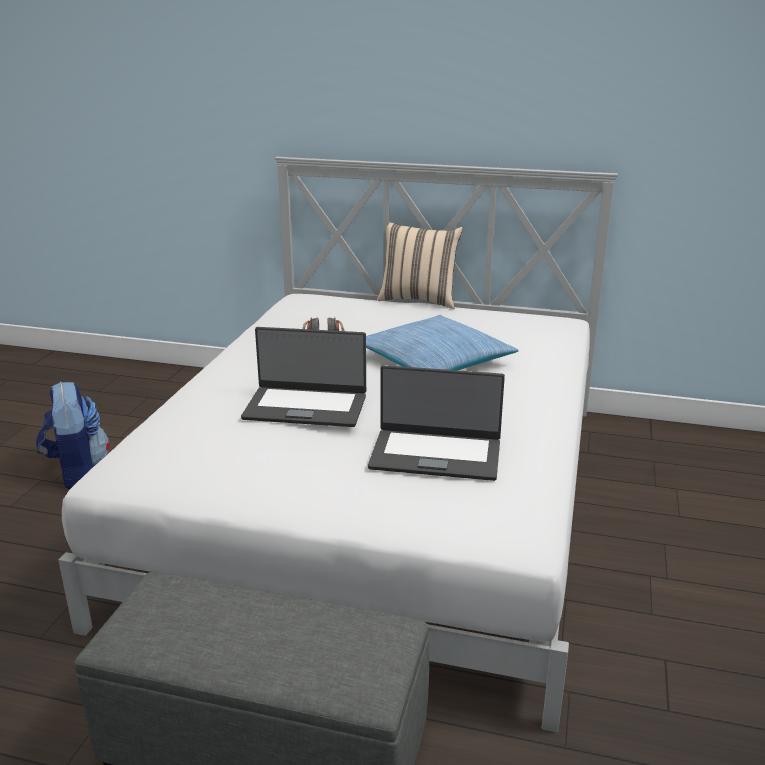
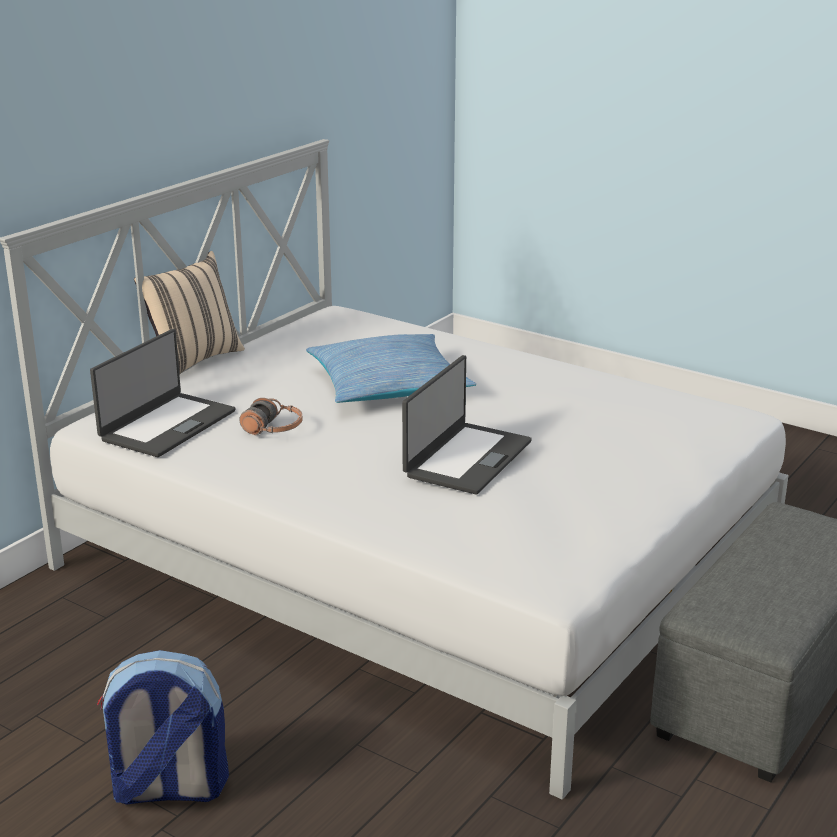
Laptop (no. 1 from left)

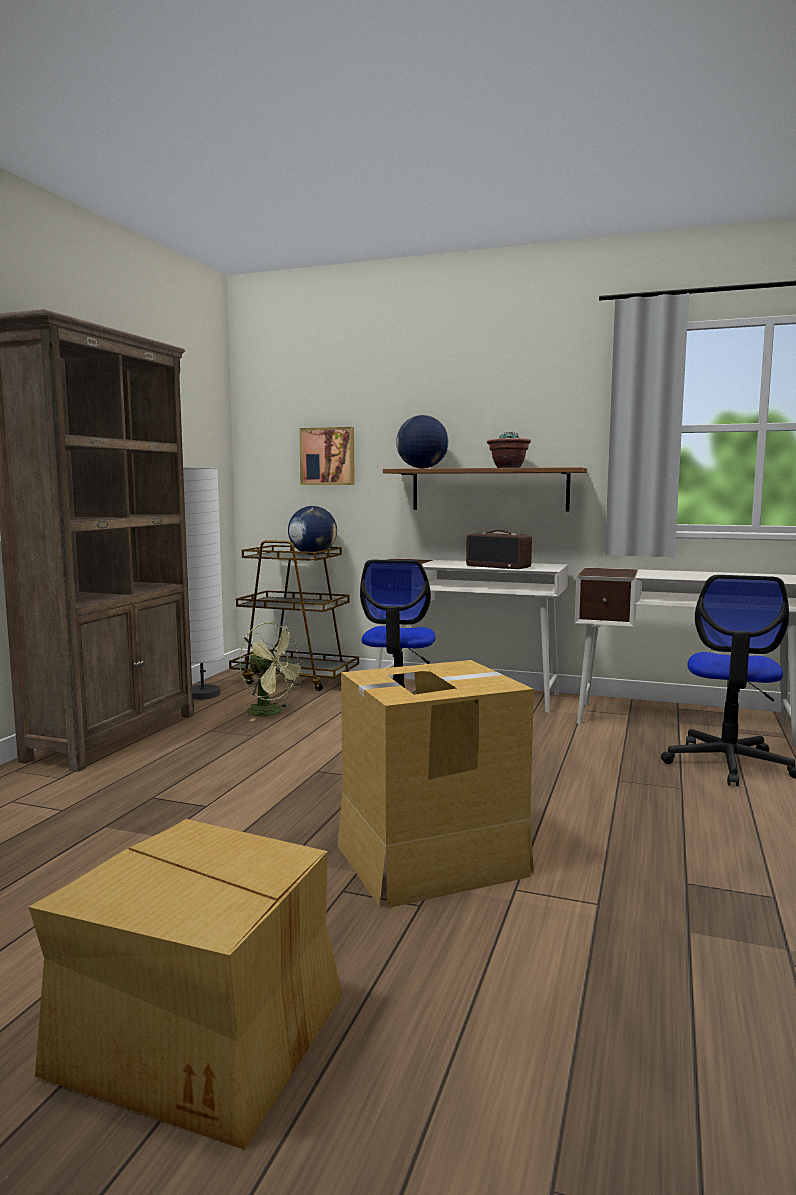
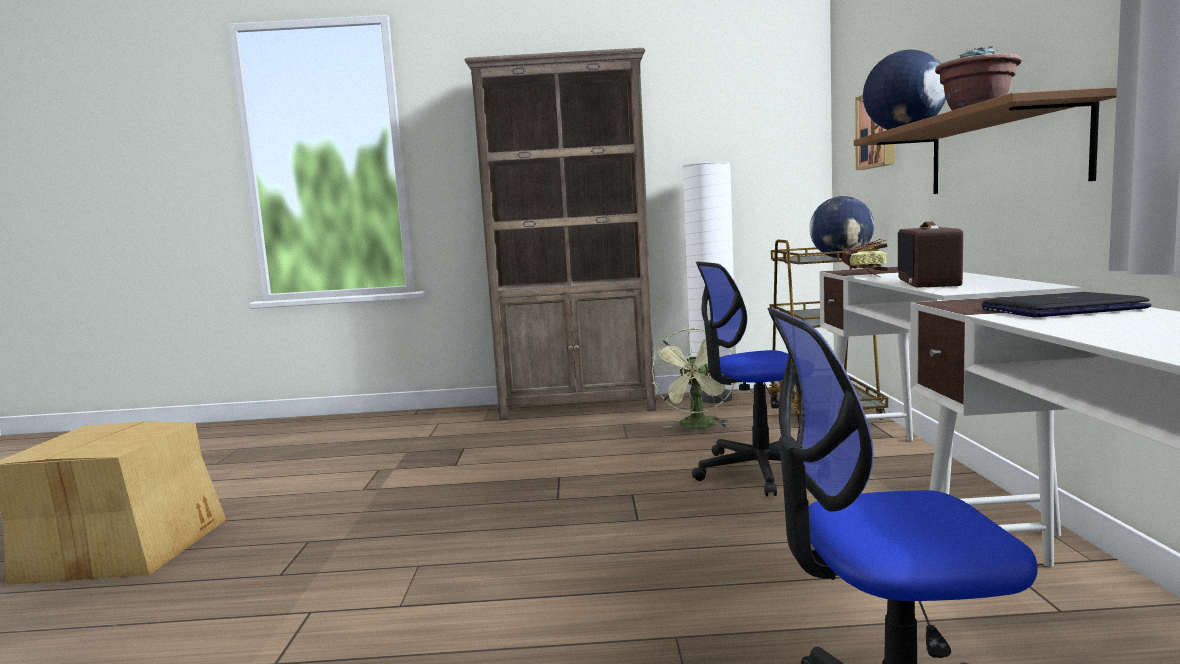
Book
Laptop
CardboardBox (no. 2 from left in the first image)

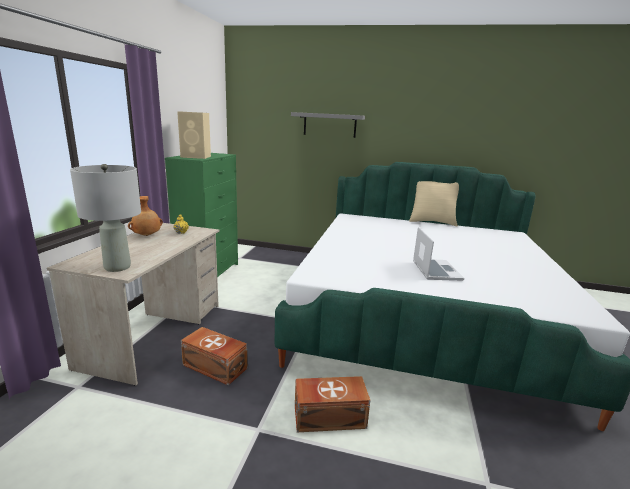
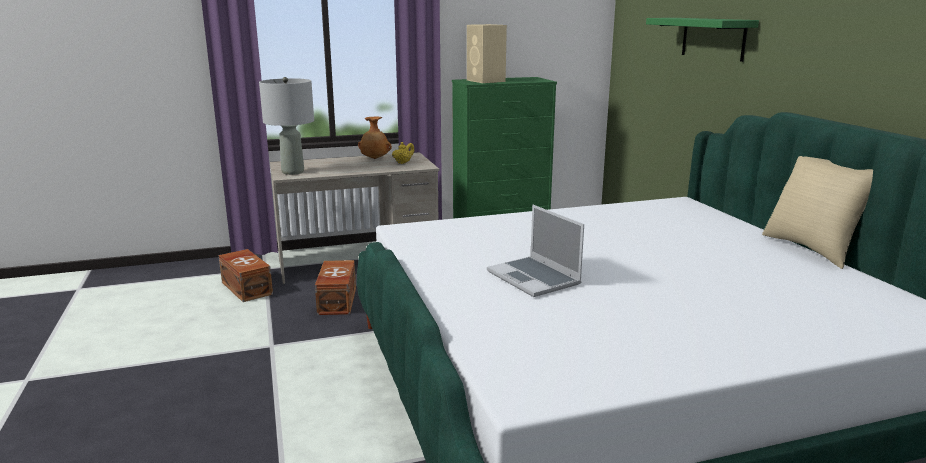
BrownStorageBox (no. 1 from left)
Laptop
GreenShelf

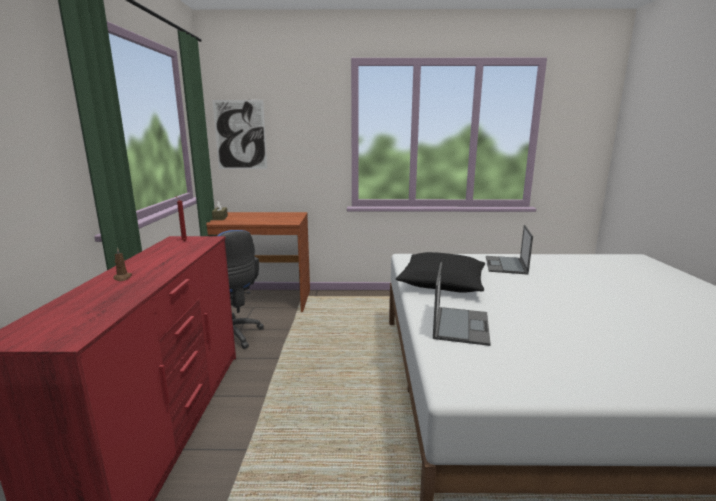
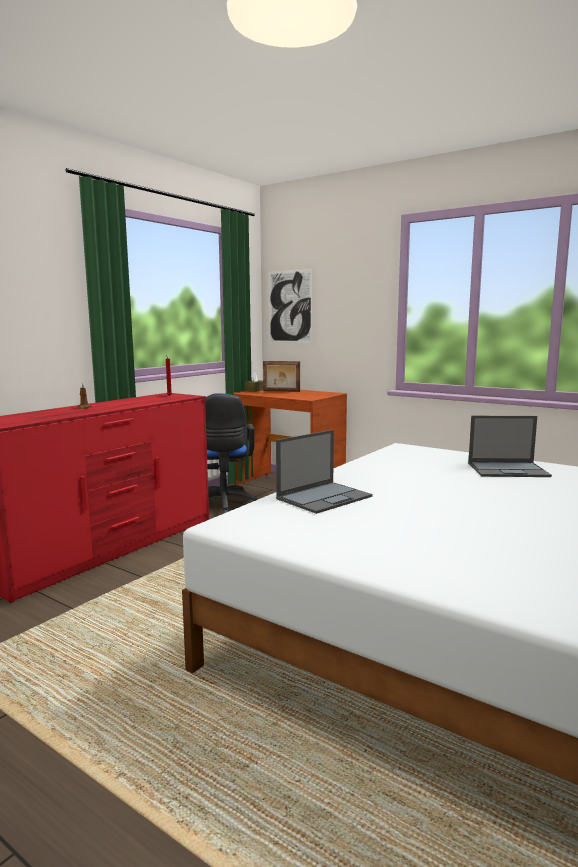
PictureFrame
Laptop (no. 2 from left)
BlackPillow

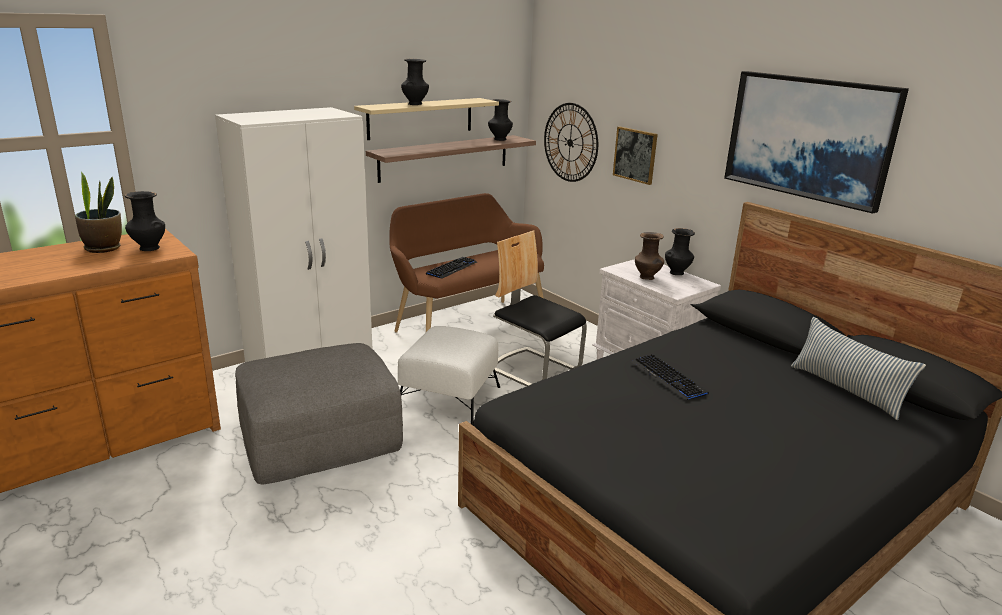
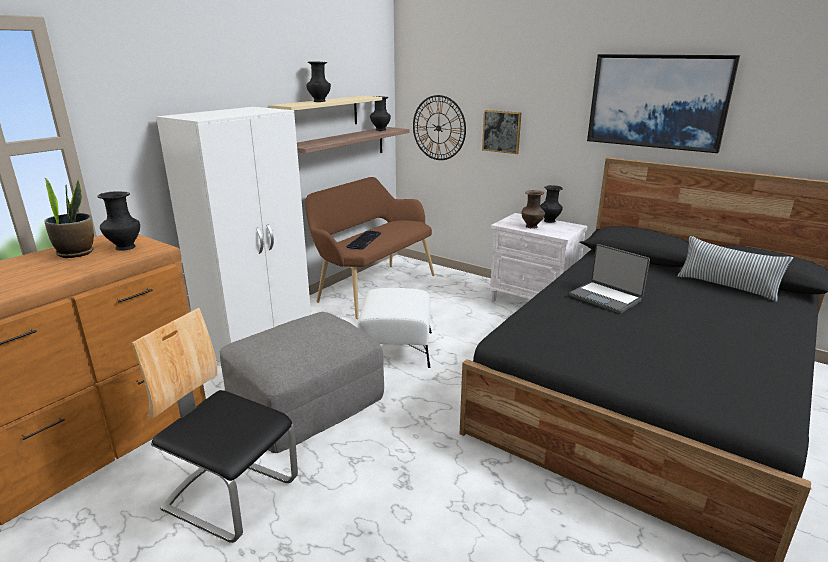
Chair
Laptop

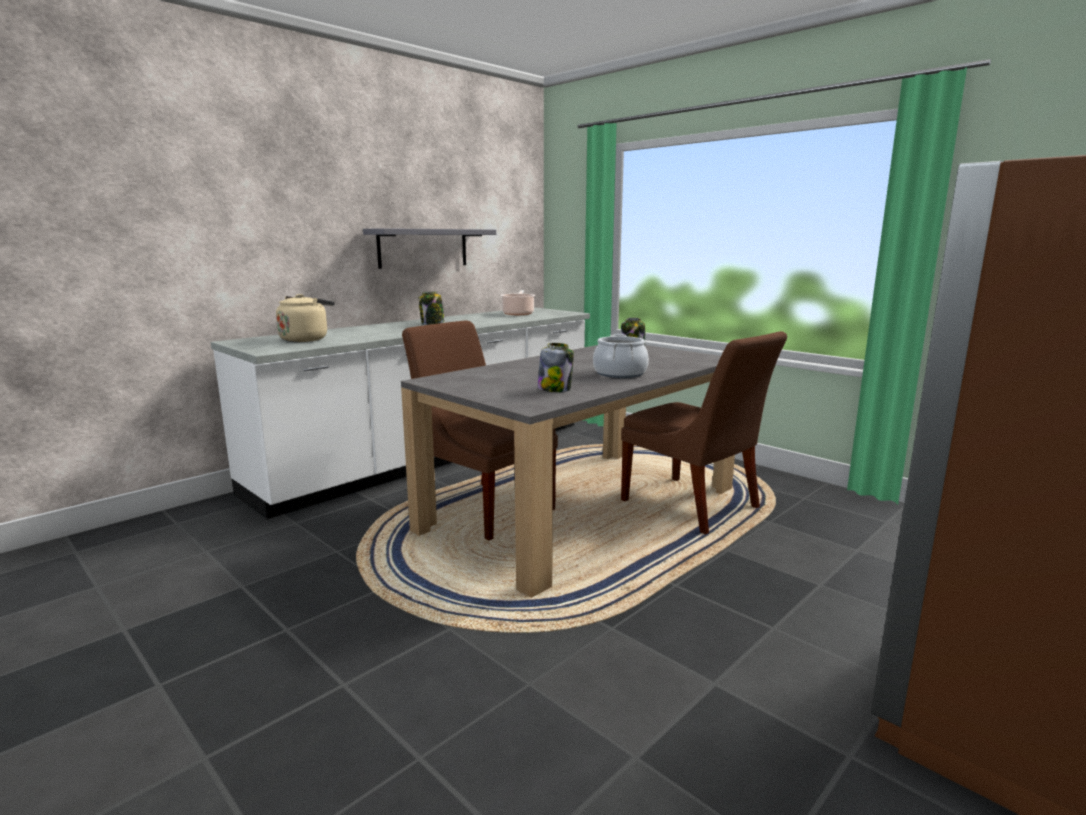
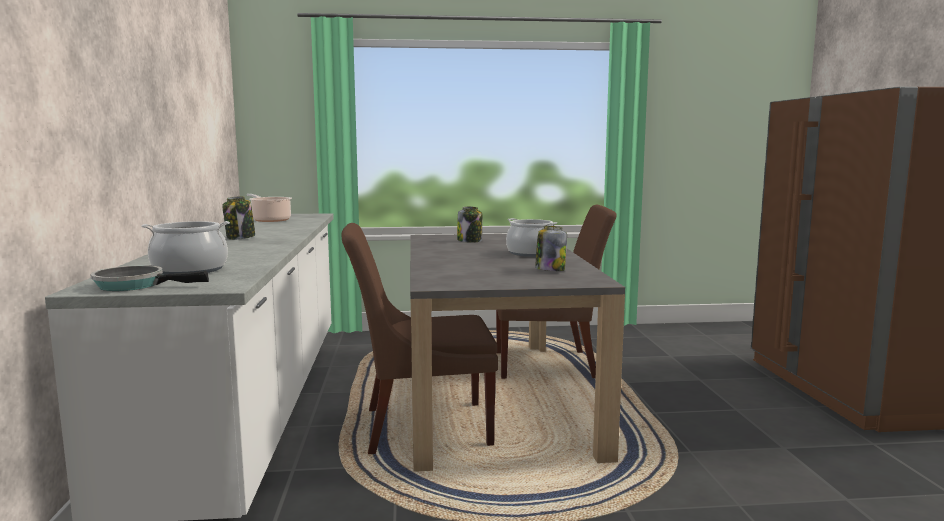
FryingPan
CookingPot (no. 1 from left)
GreyShelf

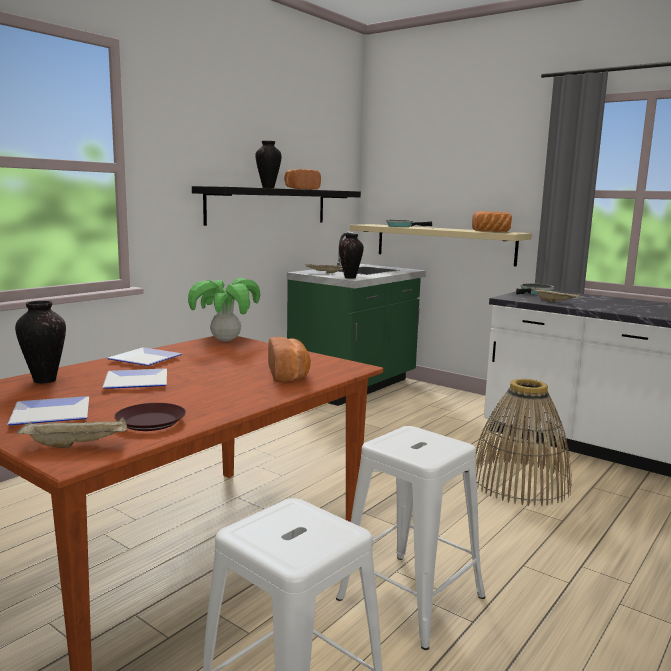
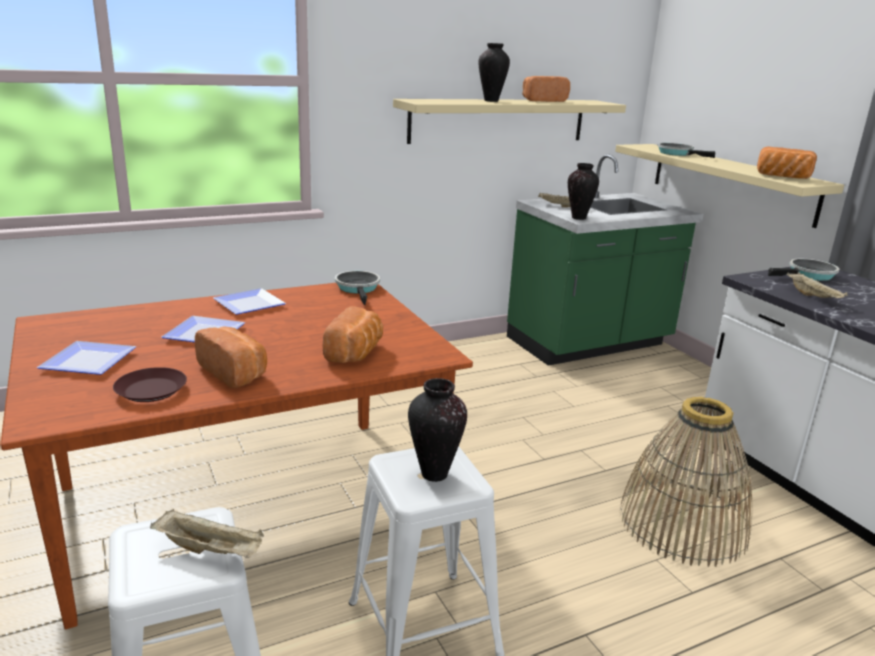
BeigeTray (no. 1 from left)
Bread (no. 1 from left)
FryingPan (no. 1 from left)
BeigeShelf (no. 1 from left)
Vase (no. 1 from left)

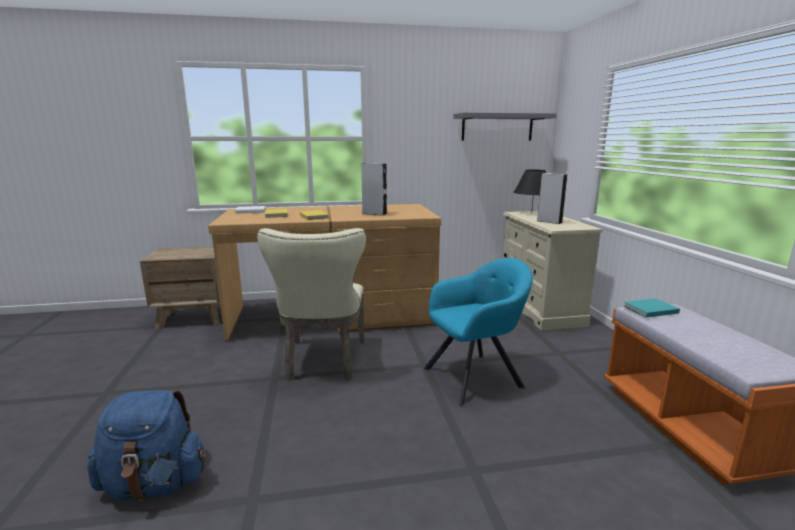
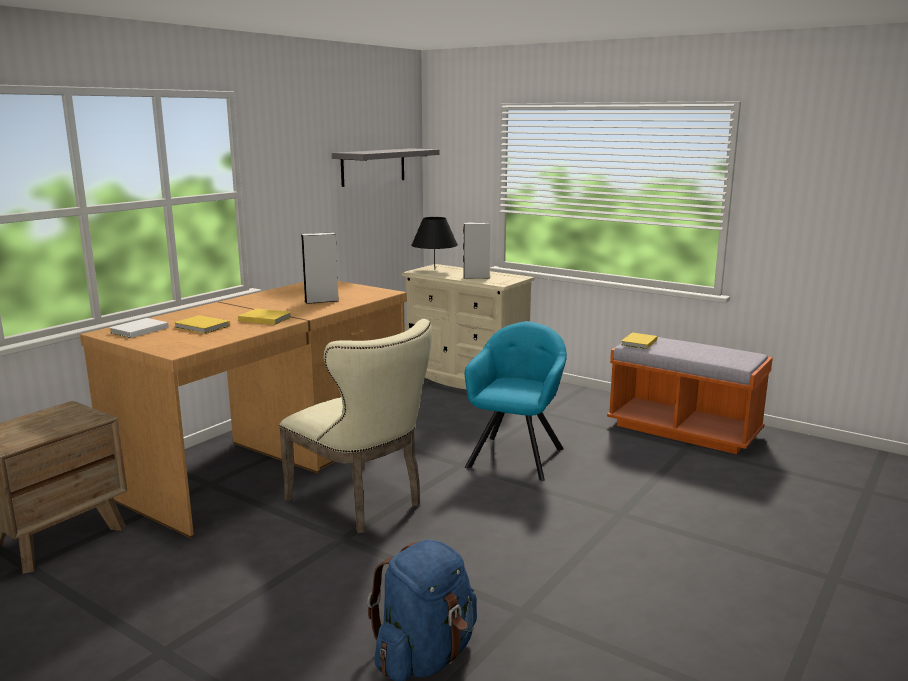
YellowBook (no. 3 from left)

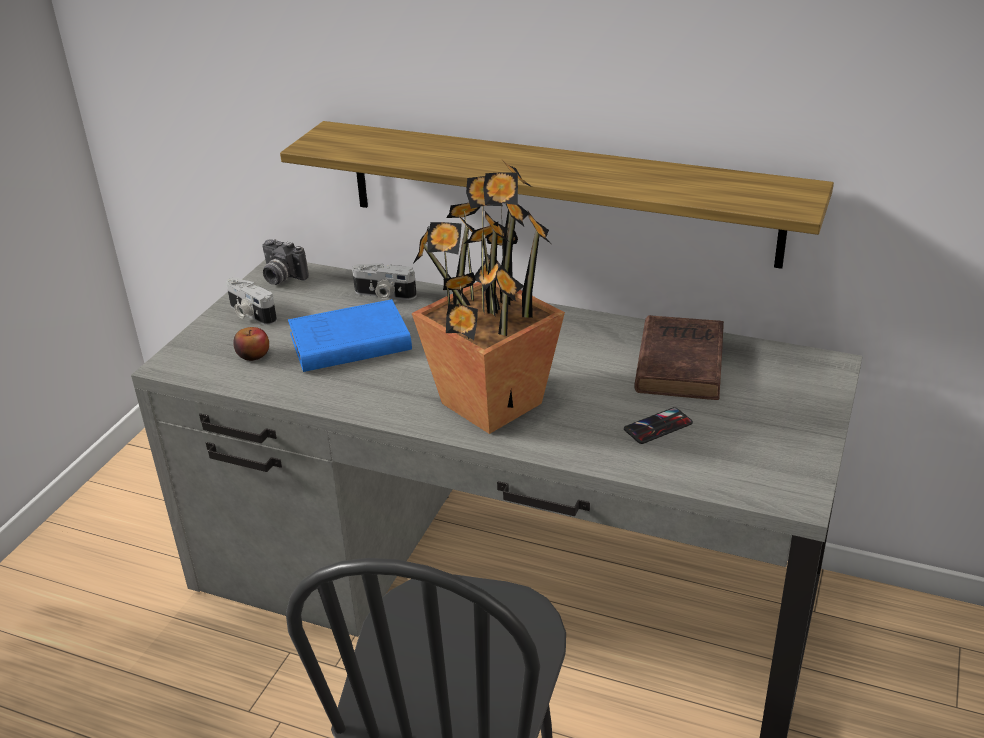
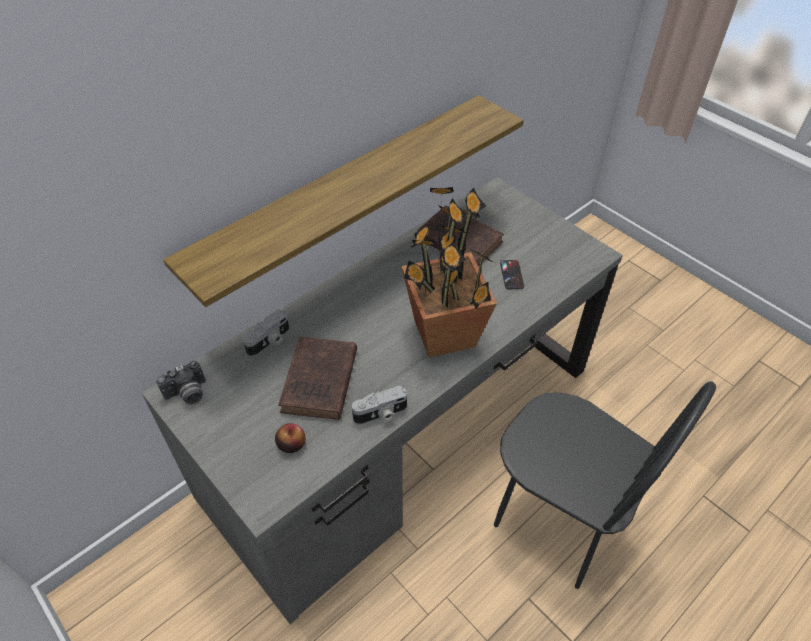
BrownBook (no. 1 from left)
PhotoCamera (no. 3 from left)

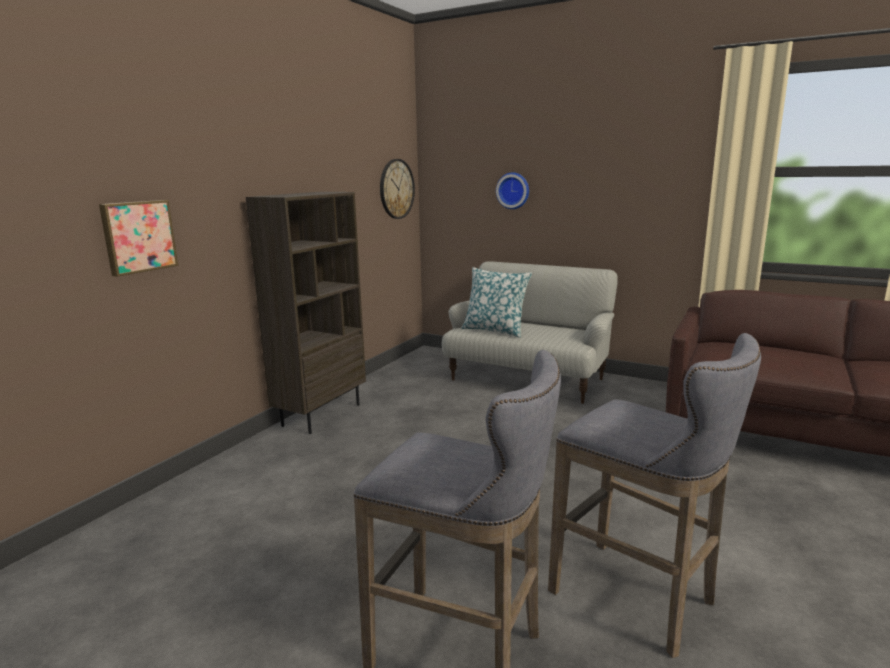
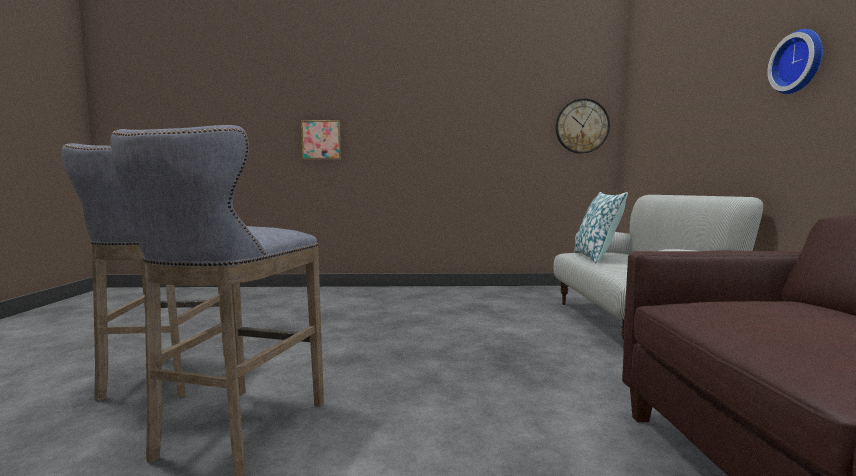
WallClock (no. 2 from left)
BrownBookcase

